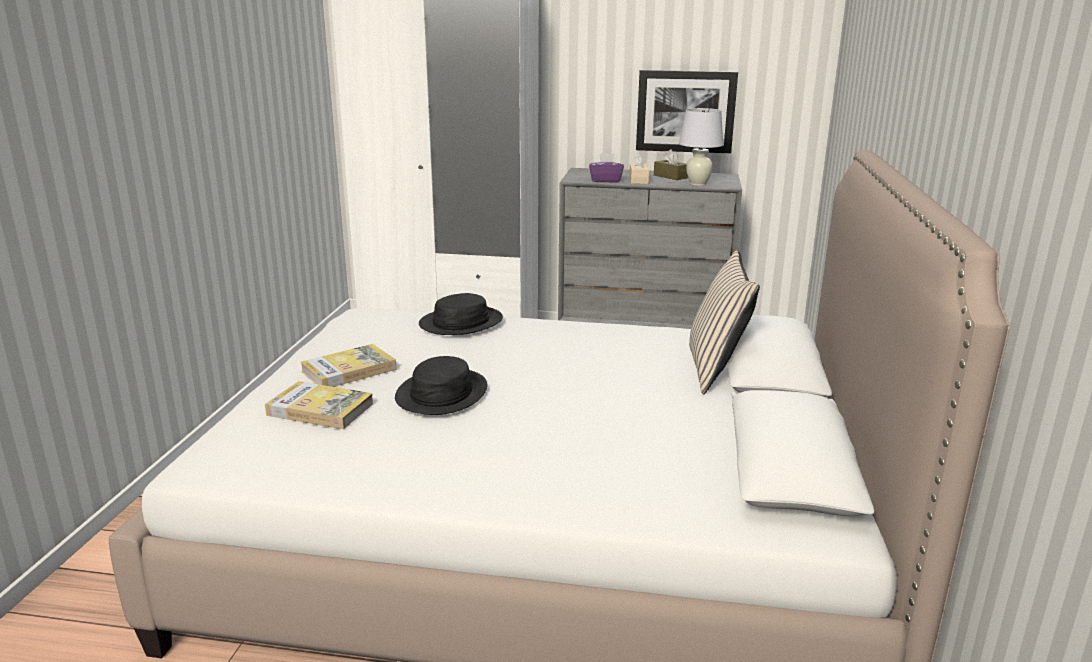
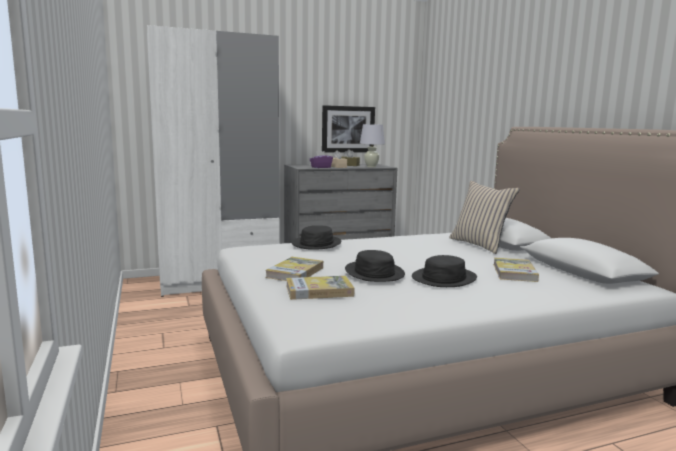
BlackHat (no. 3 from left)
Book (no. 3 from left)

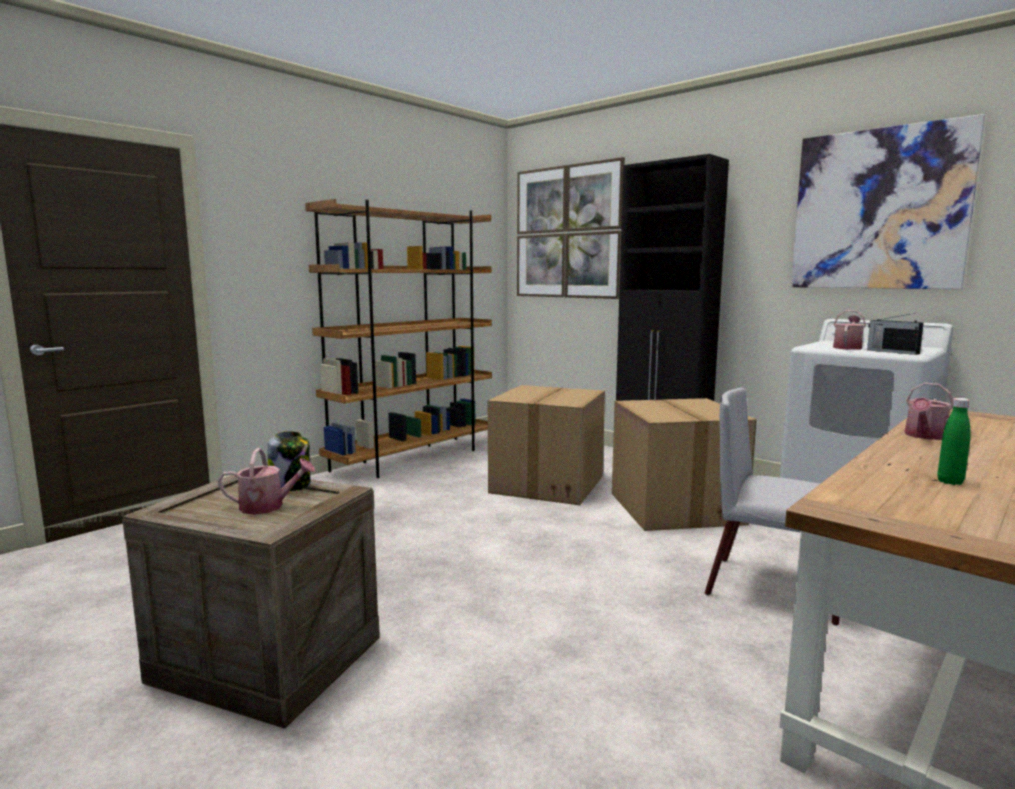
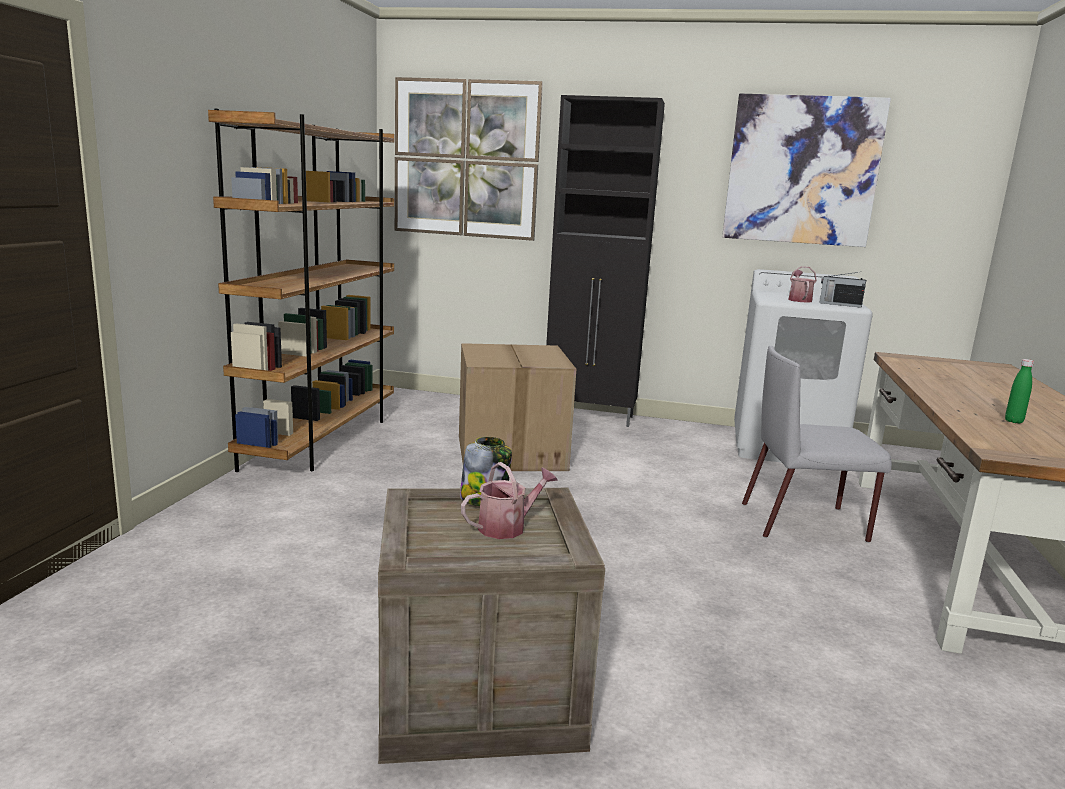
CardboardBox (no. 2 from left in the first image)
WateringCan (no. 3 from left in the first image)

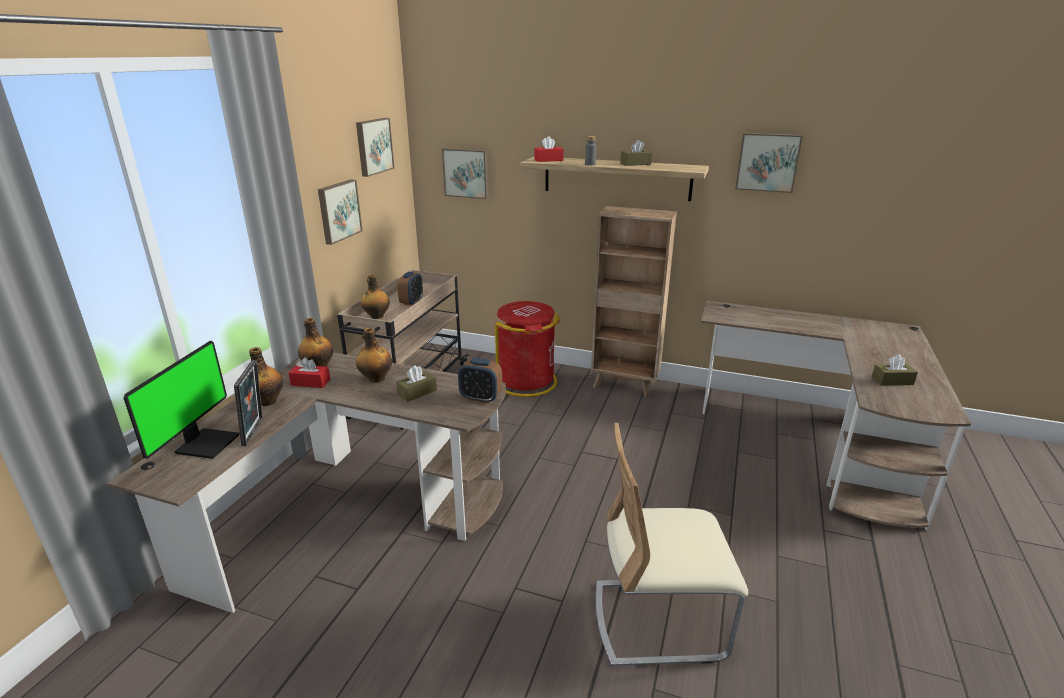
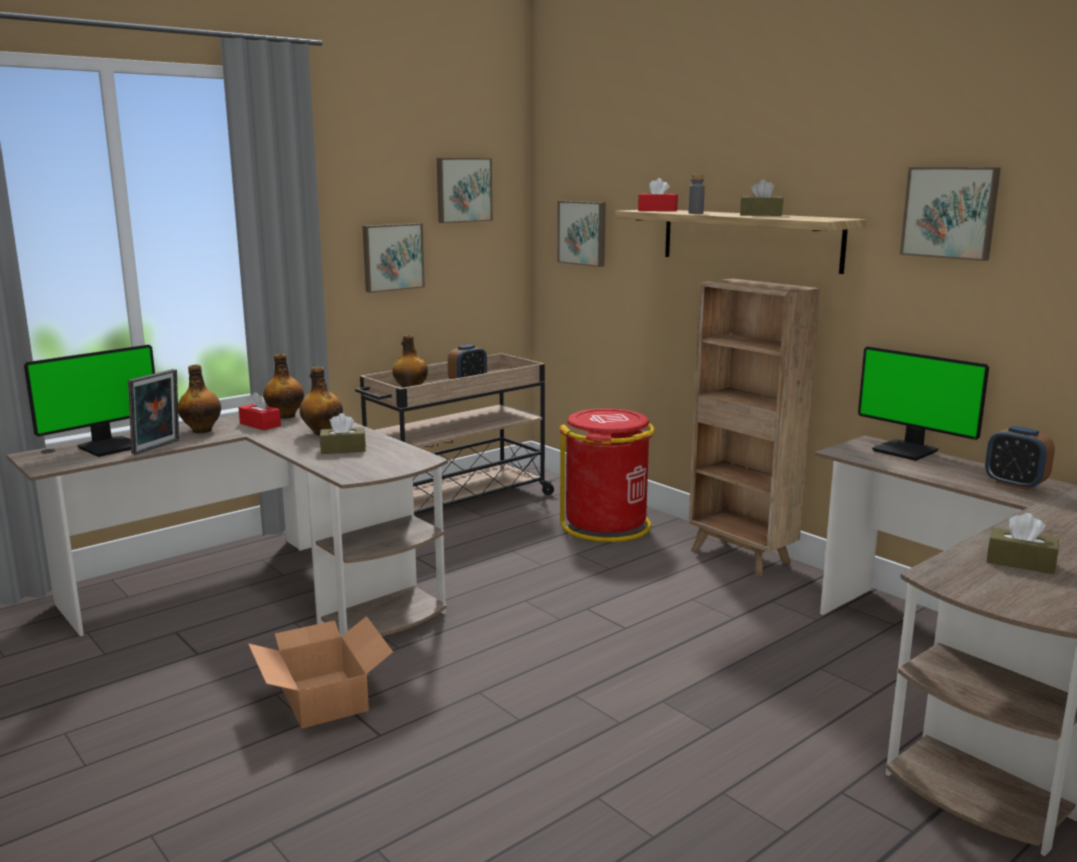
CardboardBox
Monitor (no. 2 from left)
AlarmClock (no. 2 from left)
BeigeChair

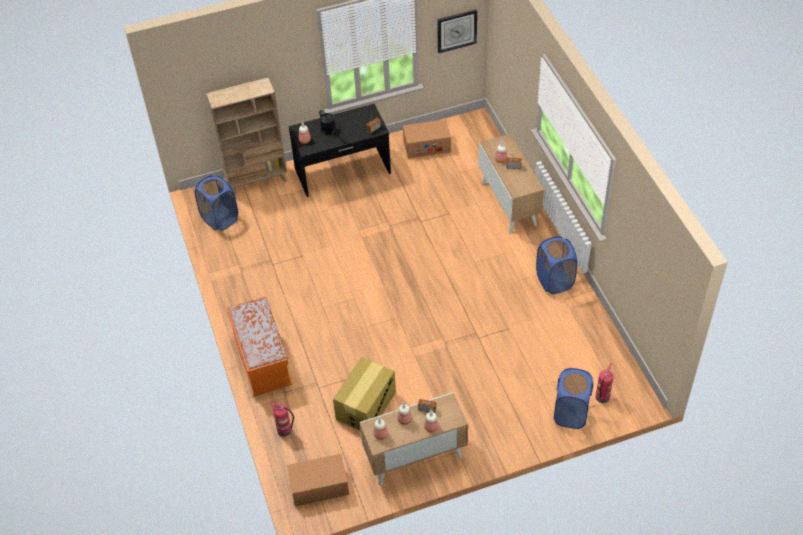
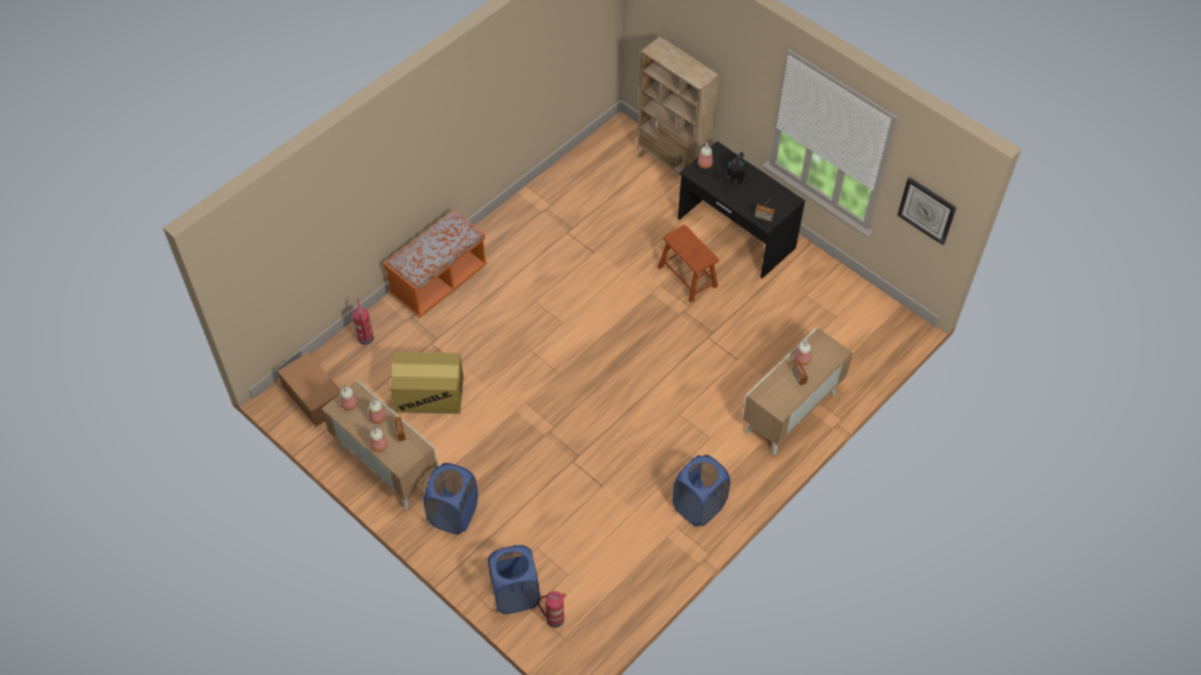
BlueLaundryBasket (no. 1 from left)
BrownStool
CardboardBox (no. 3 from left in the first image)

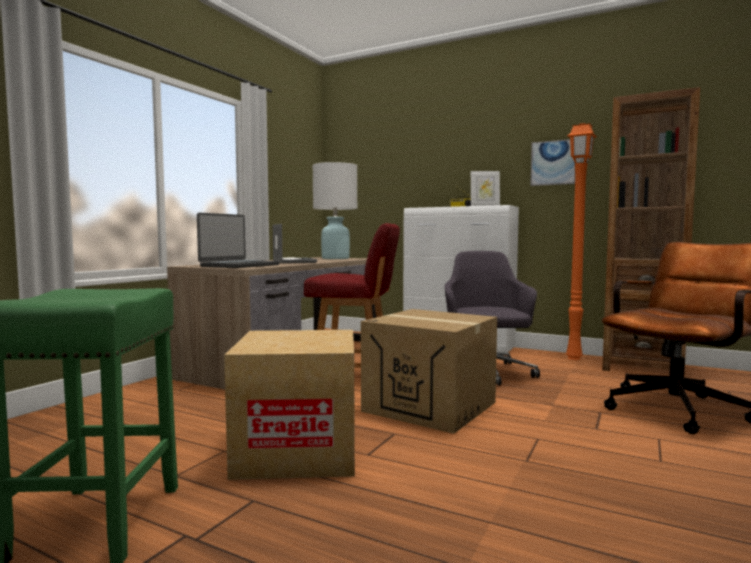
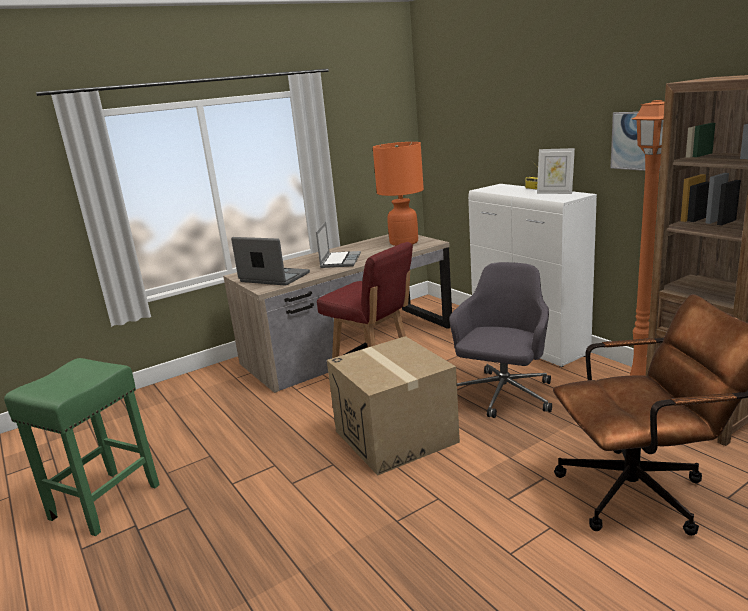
Laptop (no. 1 from left)
OrangeTableLamp
CardboardBox (no. 1 from left in the first image)

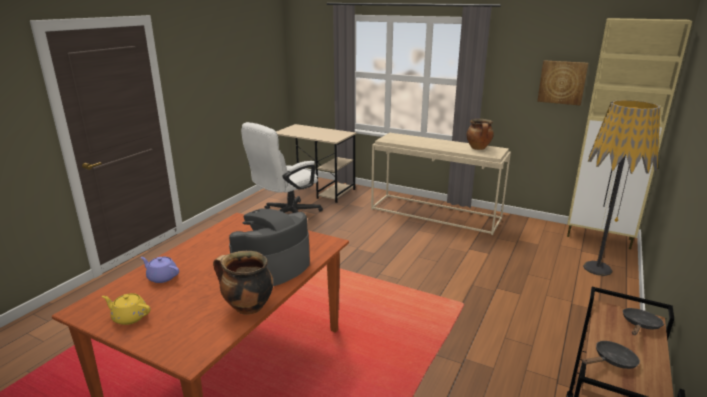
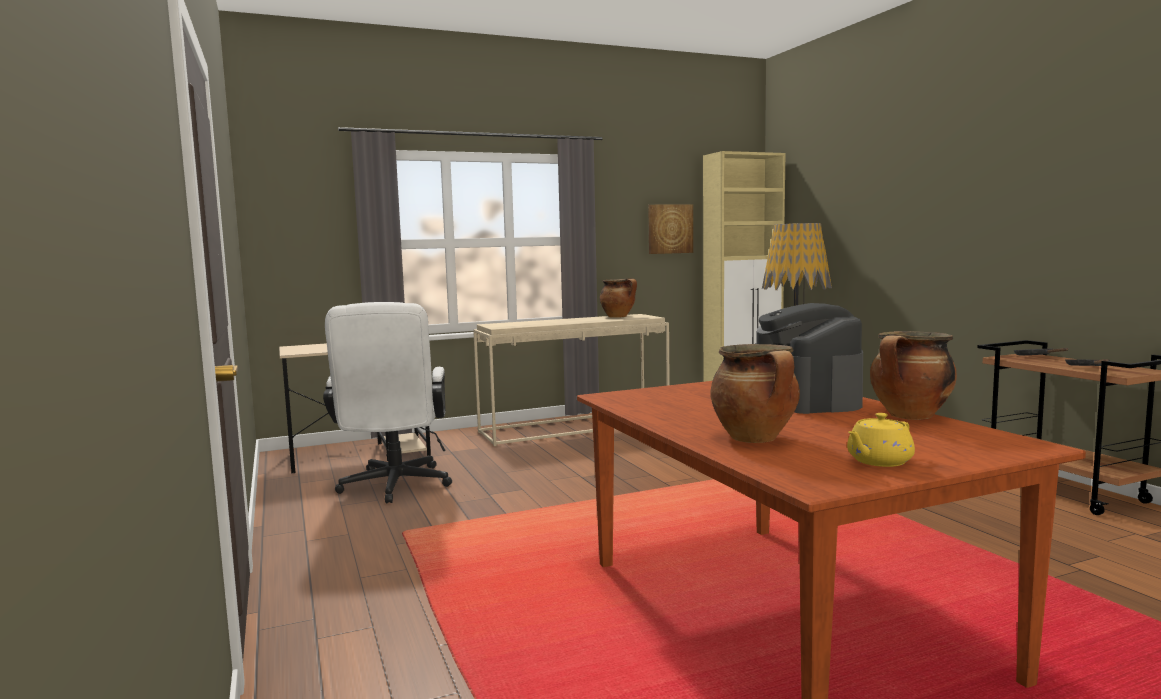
CookingPot (no. 2 from left)

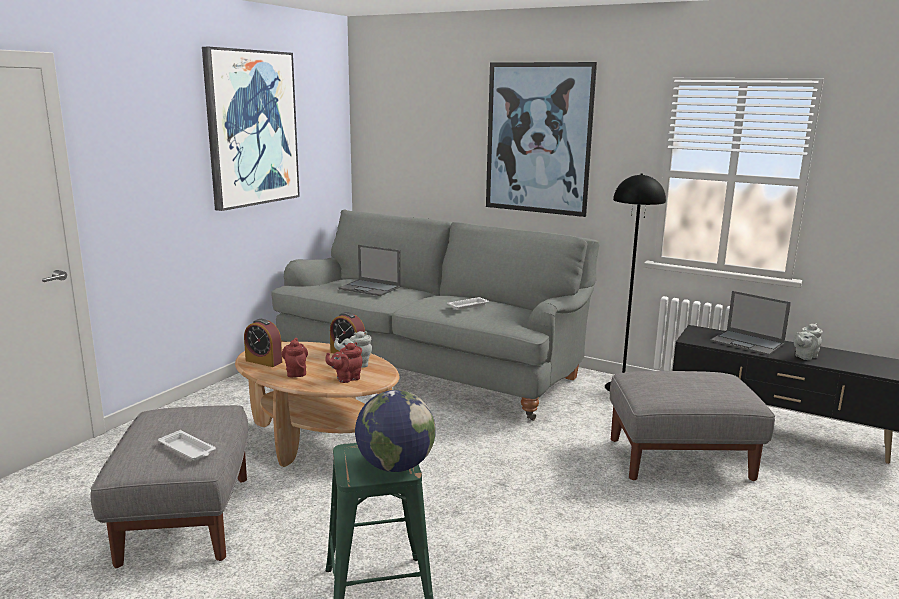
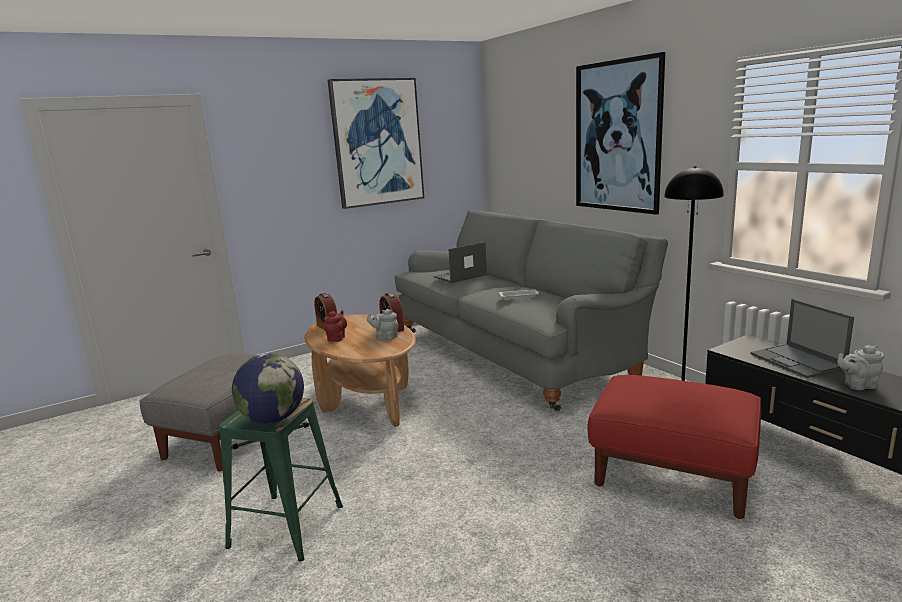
Laptop (no. 1 from left)
RedOttoman
WhiteTray (no. 1 from left in the first image)
RedTeapot (no. 2 from left in the first image)

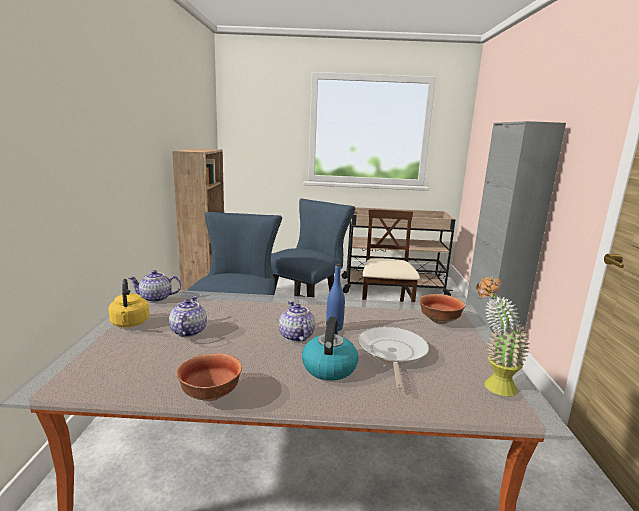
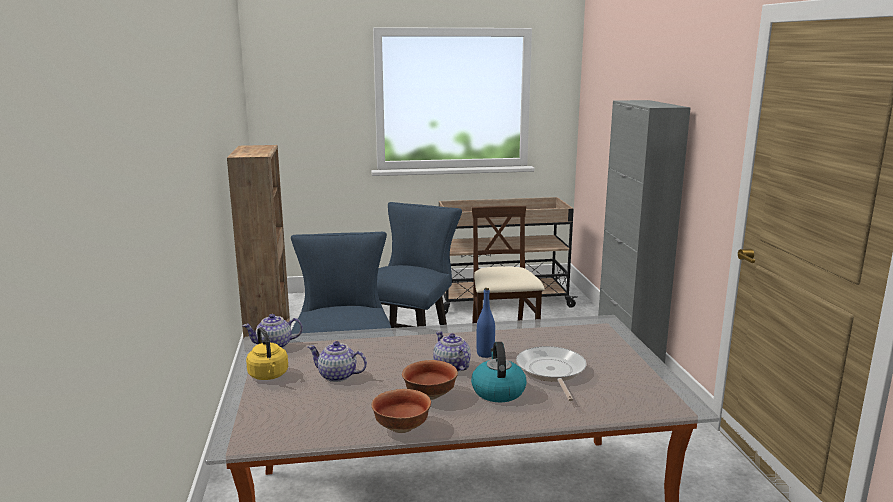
Teapot (no. 2 from left)
Bowl (no. 2 from left)
PottedPlant

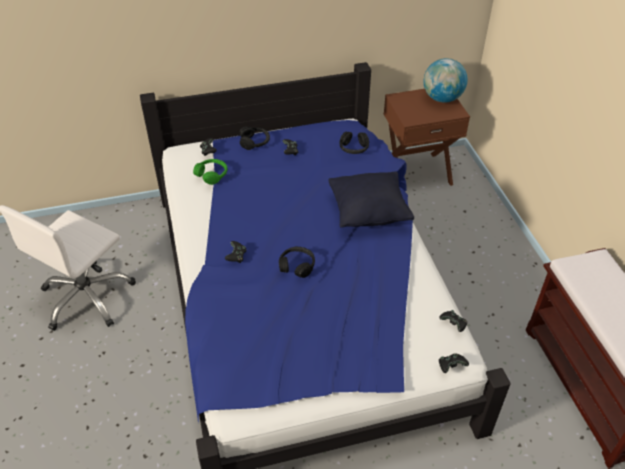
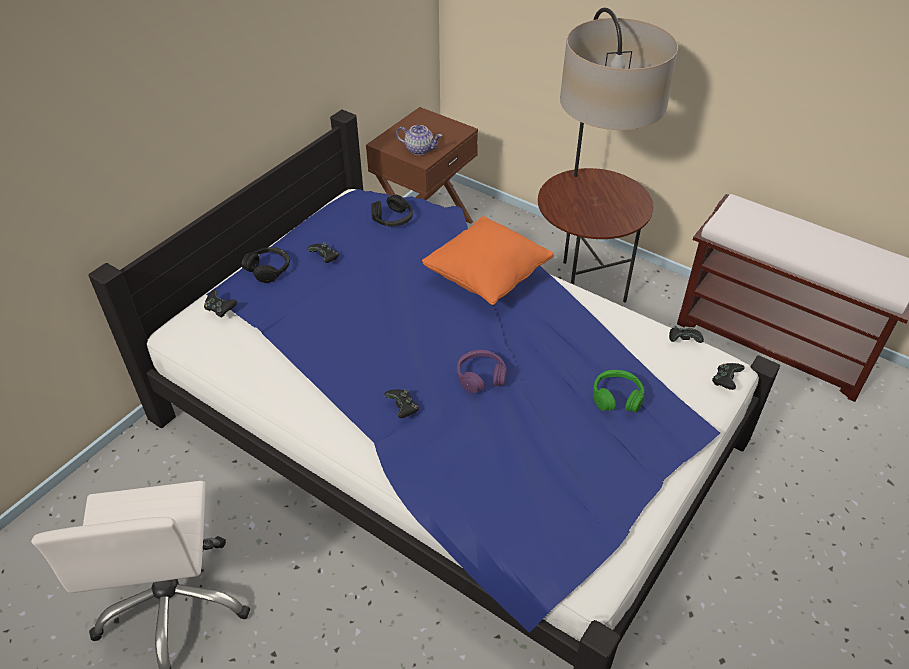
Teapot
OrangePillow
PurpleHeadphones
FloorLamp
GreenHeadphones
Globe

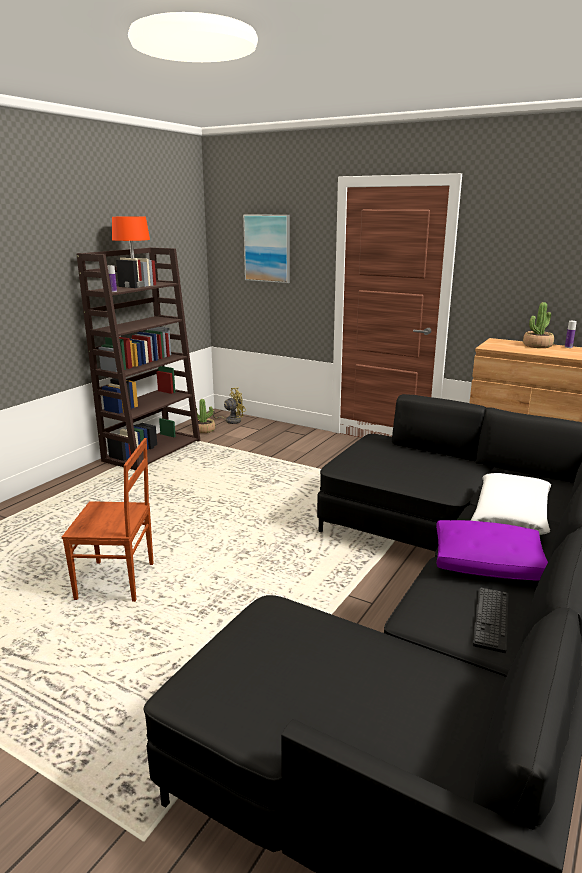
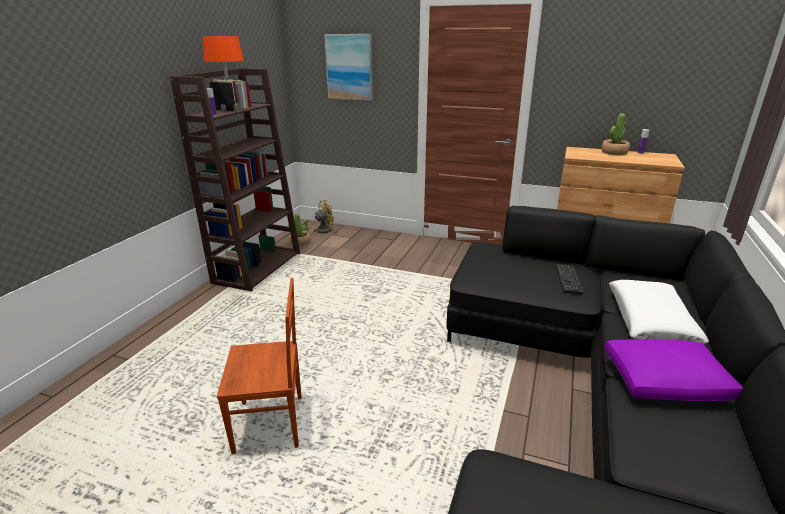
Keyboard

